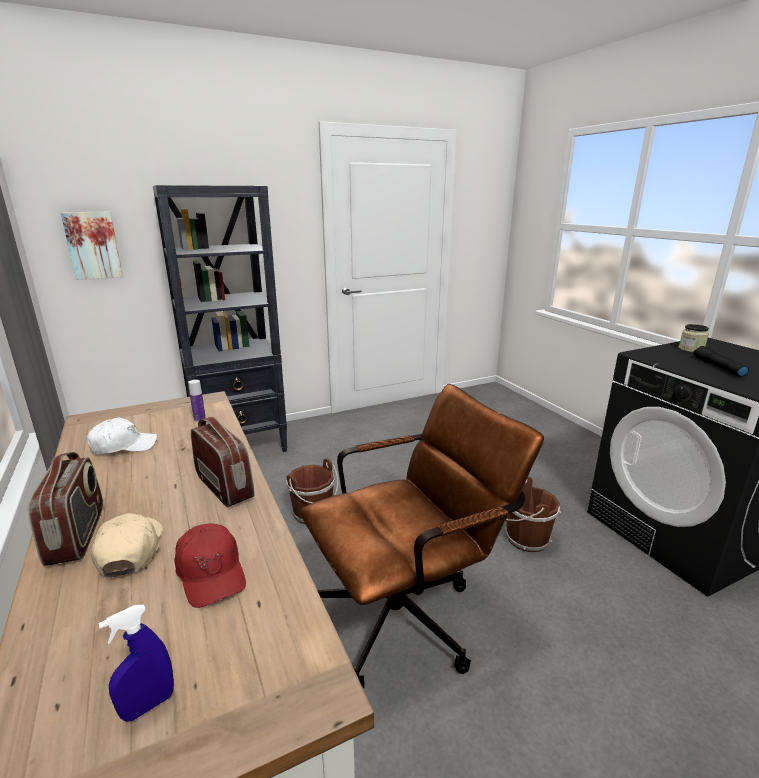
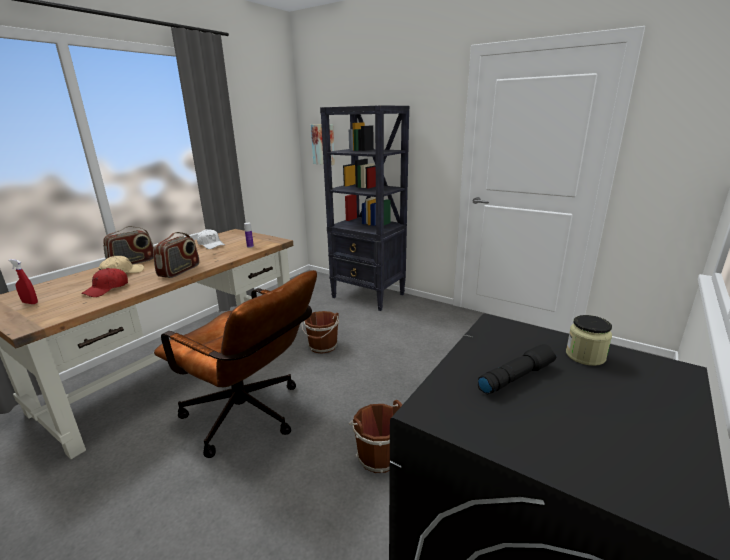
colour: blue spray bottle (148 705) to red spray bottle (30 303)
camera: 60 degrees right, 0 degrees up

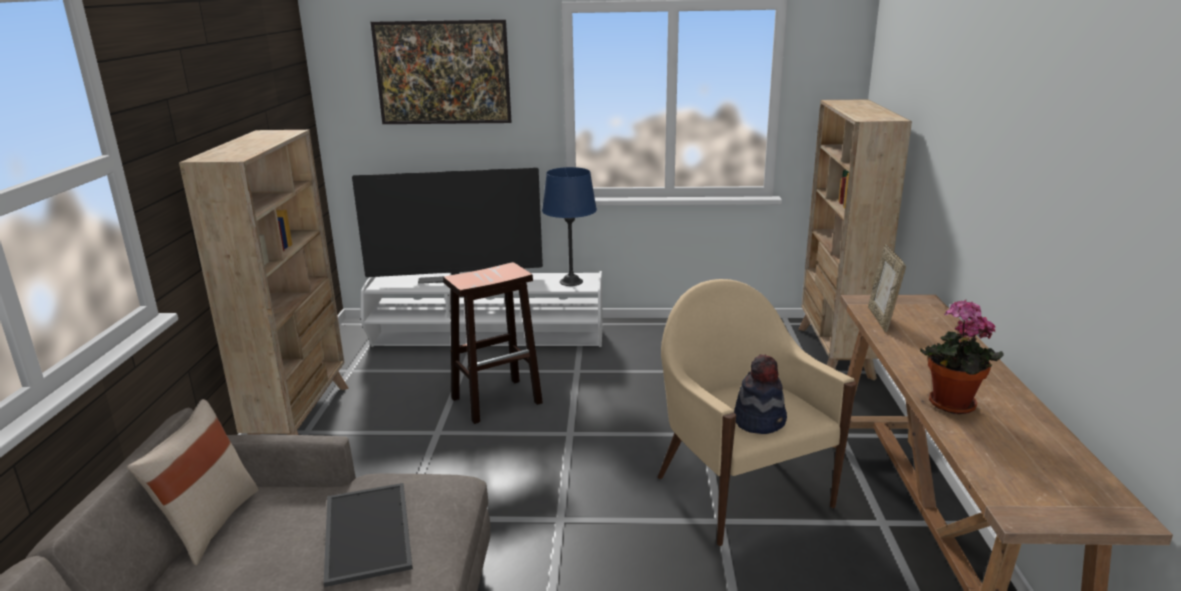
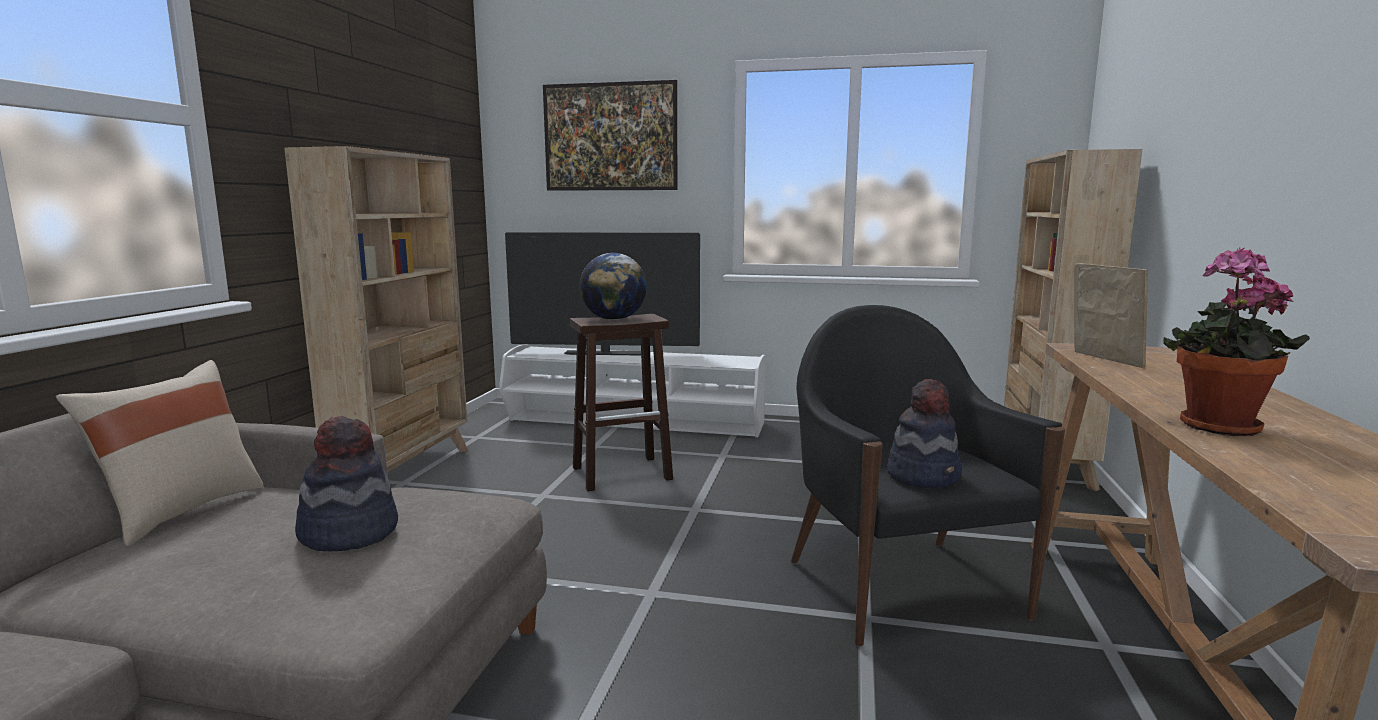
missing: blue table lamp (571 281)
appeared: globe (614 319)
exchanged: tray (365 531) to hat (349 533)
colour: beige armchair (741 490) to black armchair (901 586)
spun: picture frame (881 319) = (1103 360) 150 degrees clockwise
camera: 10 degrees right, 10 degrees down

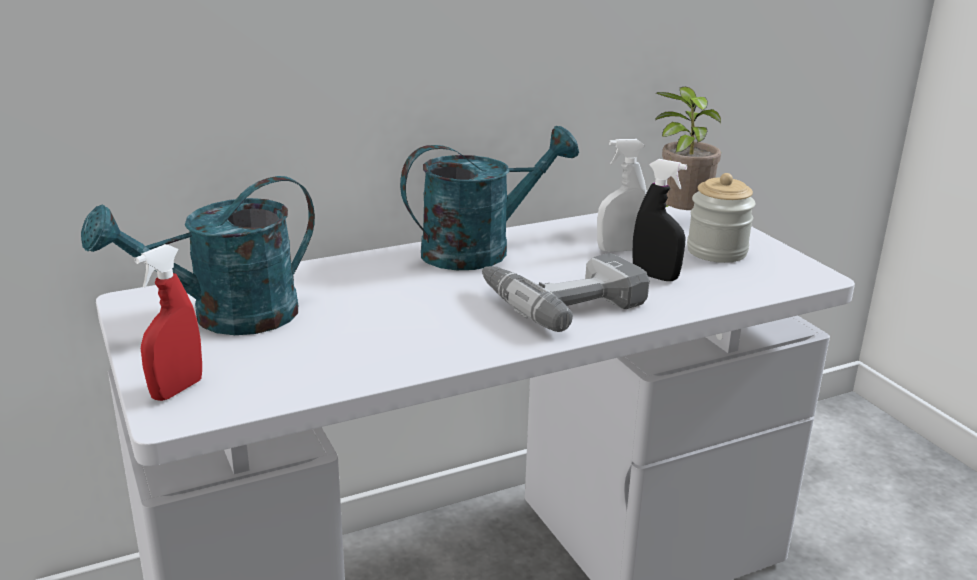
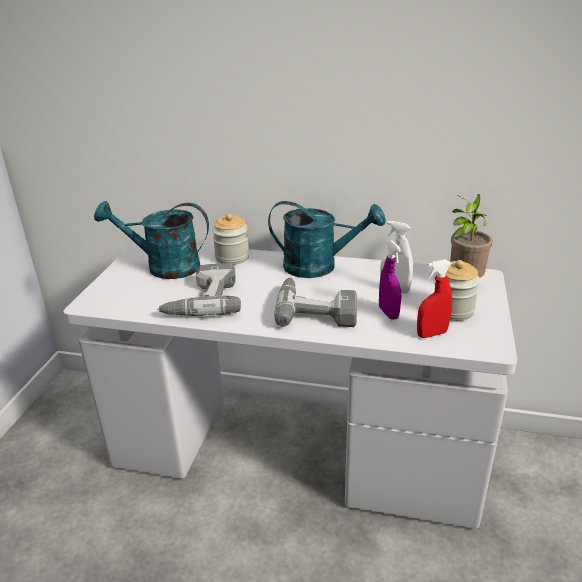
appeared: jar (232 257); power drill (202 300)
relocated: red spray bottle (177 390) to (432 334)
colour: black spray bottle (655 276) to purple spray bottle (388 313)
camera: 40 degrees right, 5 degrees up

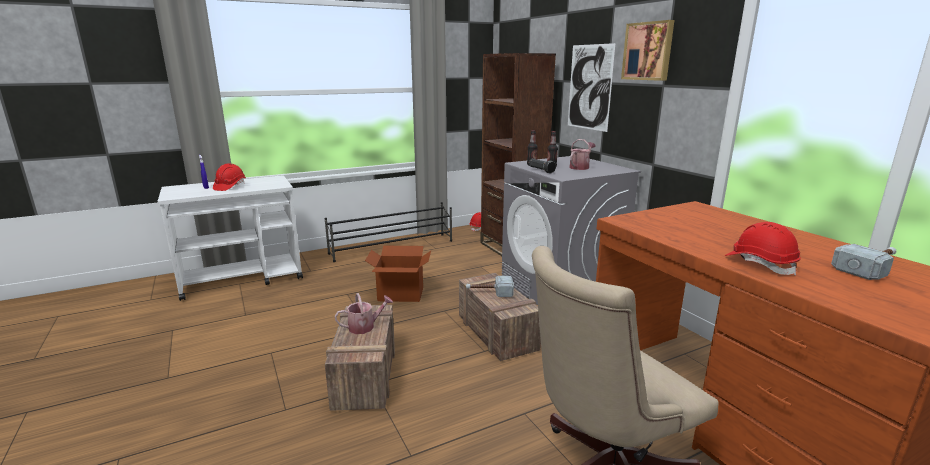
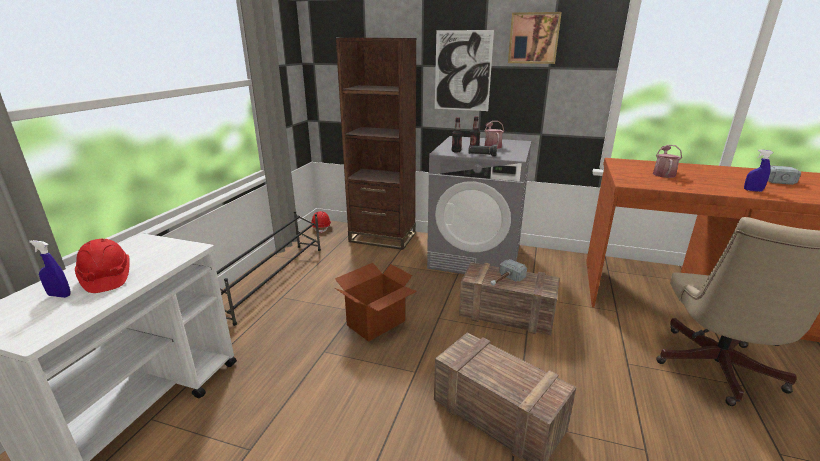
relocated: watering can (365 327) to (663 173)
exchanged: red hard hat (759 264) to blue spray bottle (752 190)
camera: 45 degrees left, 5 degrees up

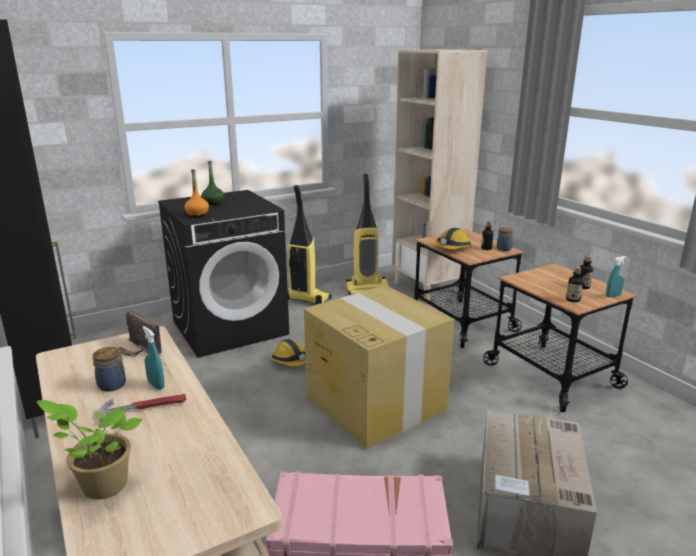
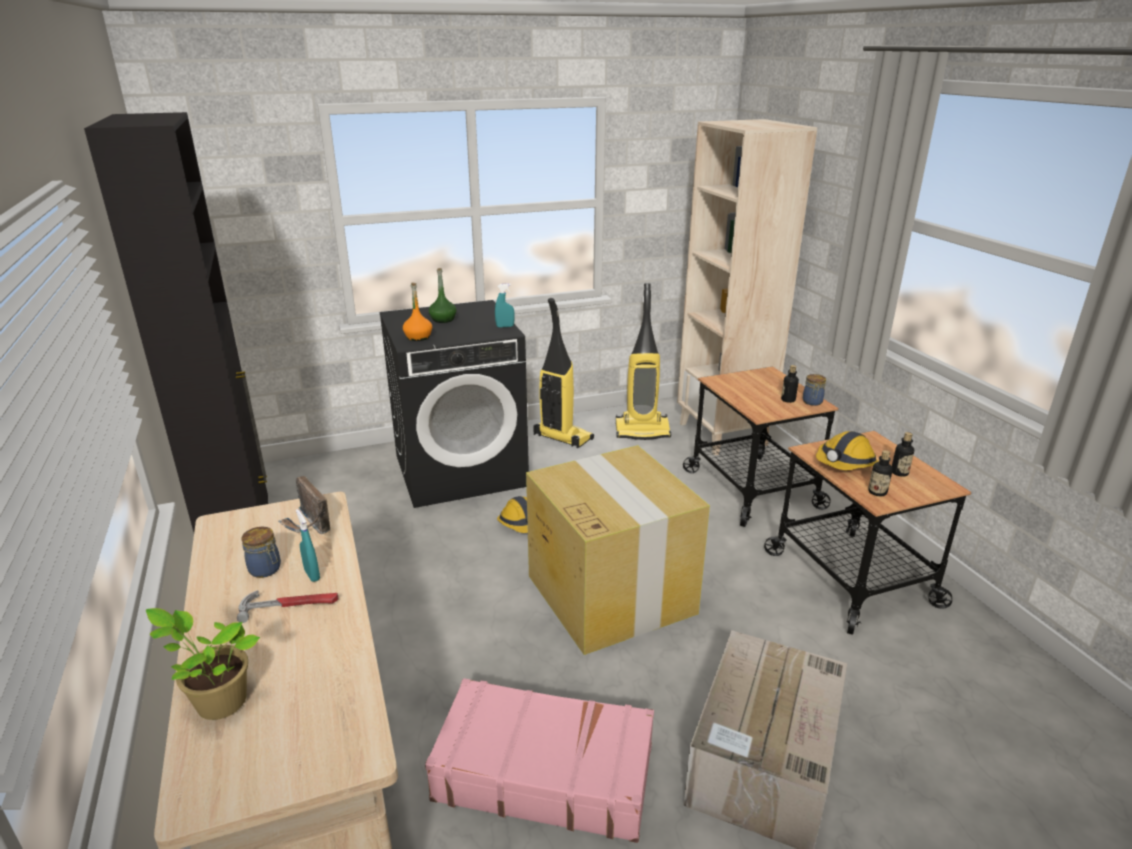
relocated: hard hat (452 248) to (845 463); turquoise spray bottle (613 296) to (505 326)
camera: 10 degrees right, 5 degrees up

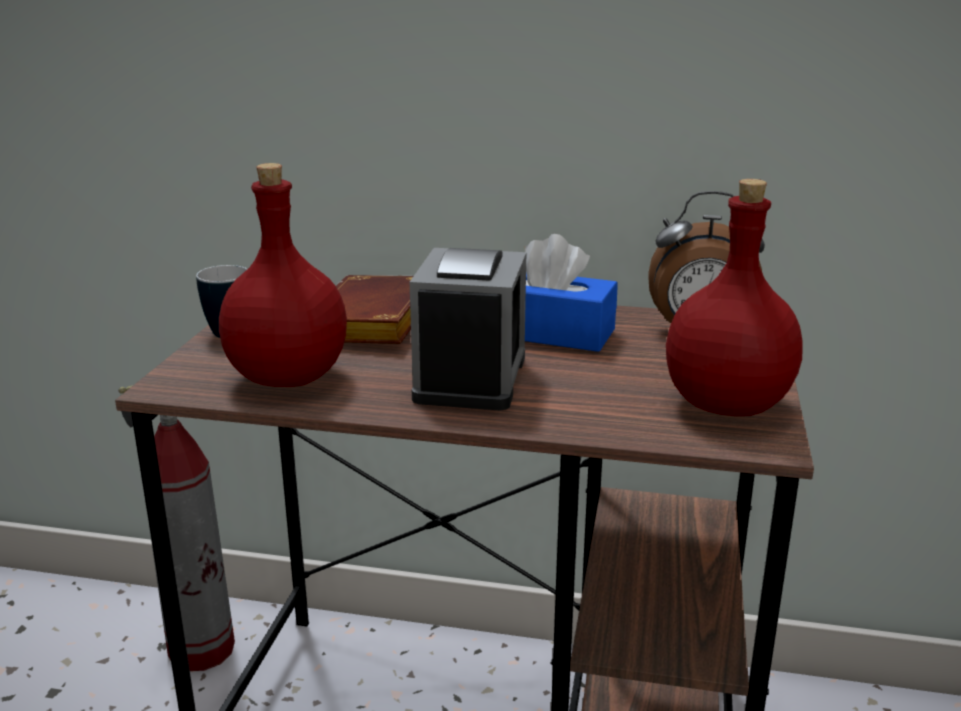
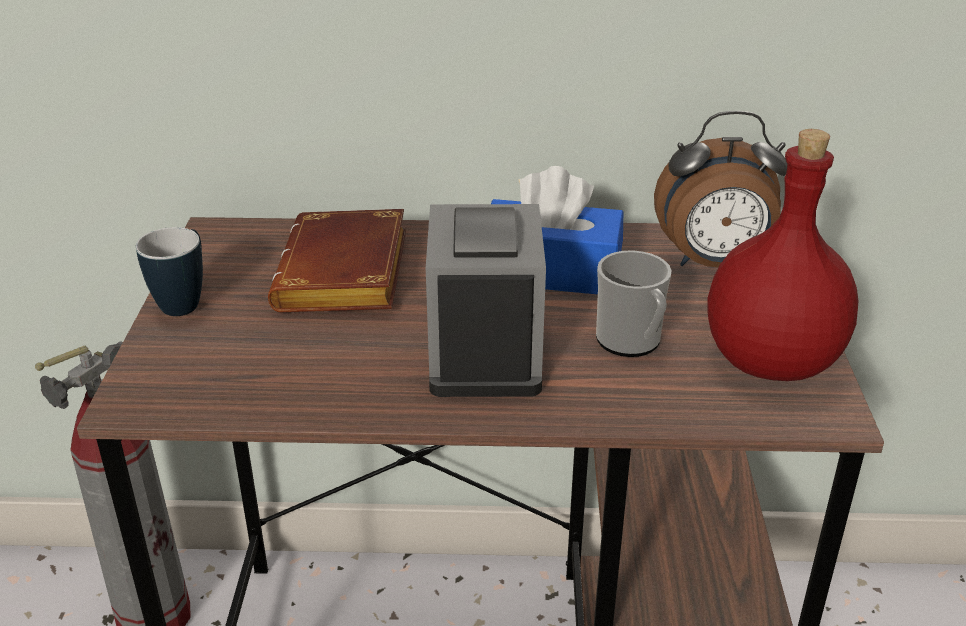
missing: red bottle (286 377)
appeared: mug (632 343)
camera: 10 degrees left, 10 degrees up

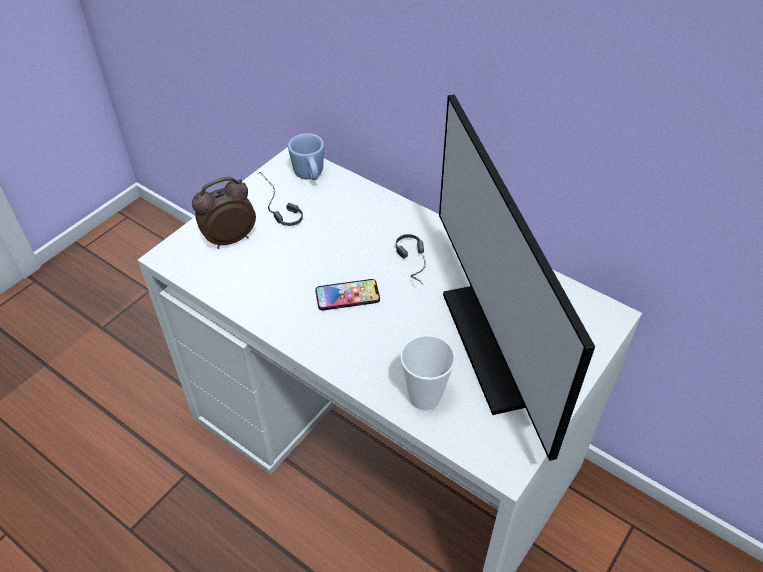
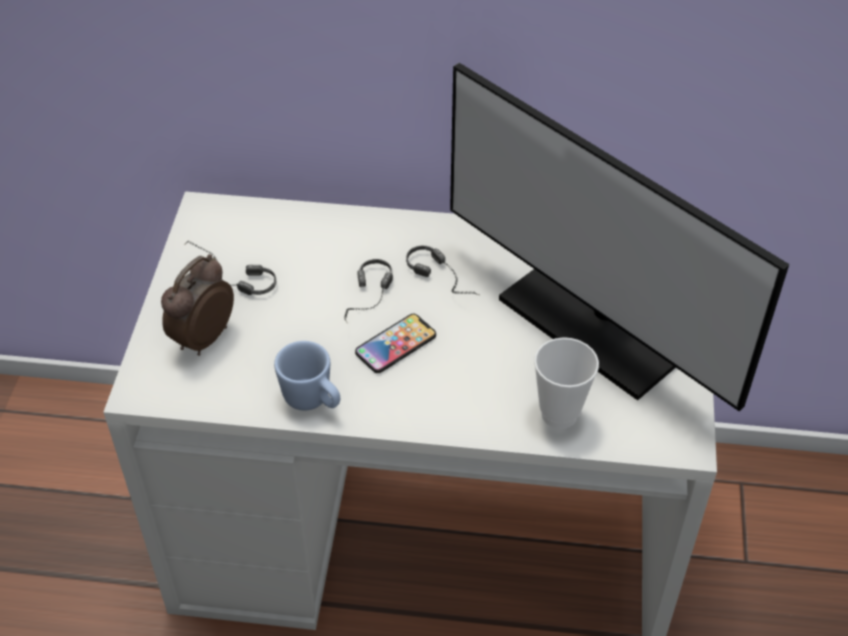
appeared: headphones (369 301)
relocated: blue mug (310 176) to (313 401)
camera: 30 degrees left, 0 degrees up

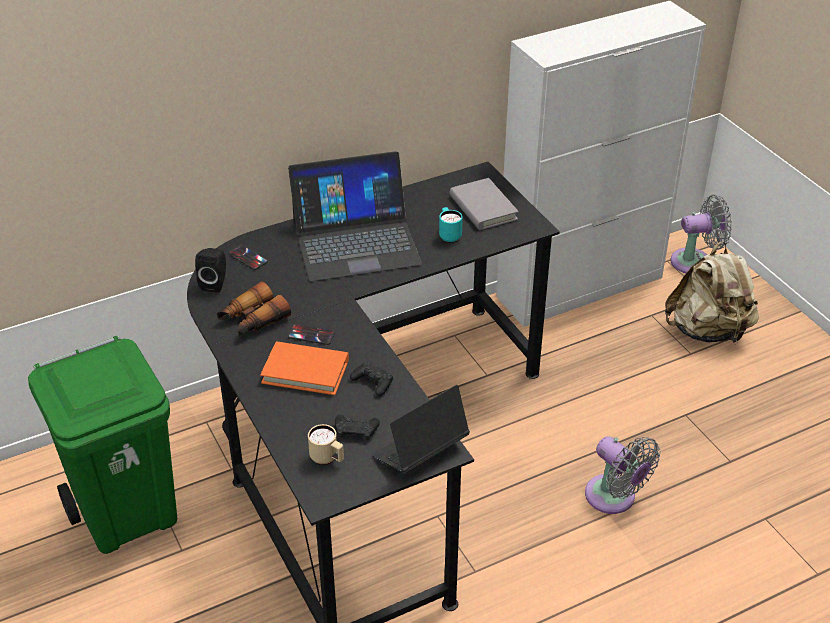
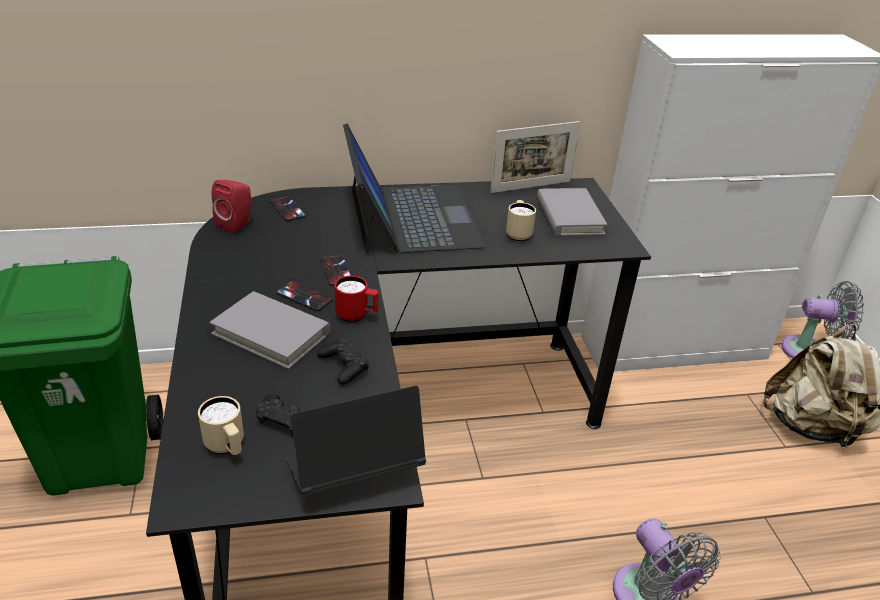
missing: binoculars (252 320)
appeared: picture frame (530 187); phone (336 270); red mug (357 316)
colour: turquoise mug (449 235) to beige mug (518 233); black speaker (215 283) to red speaker (237 224); orange book (305 371) to grey book (271 334)
spun: laptop (356 241) = (411 218) 105 degrees counterclockwise
camera: 15 degrees right, 5 degrees down

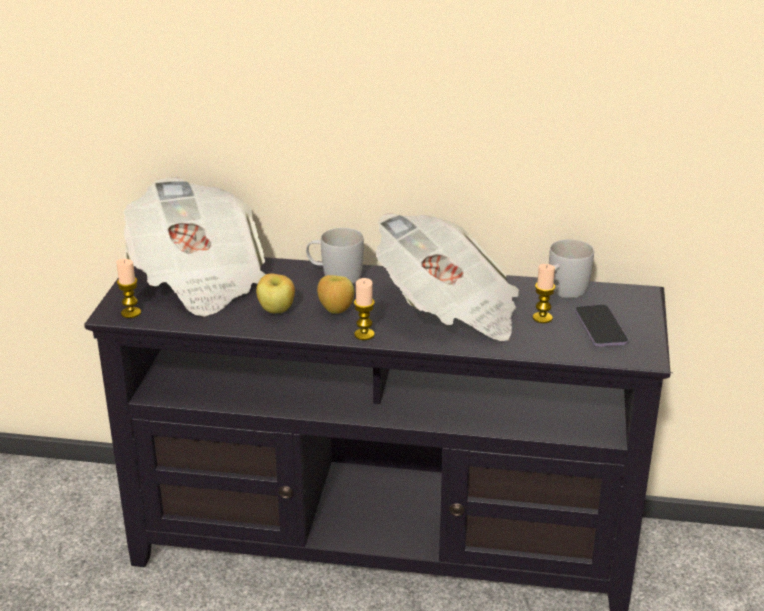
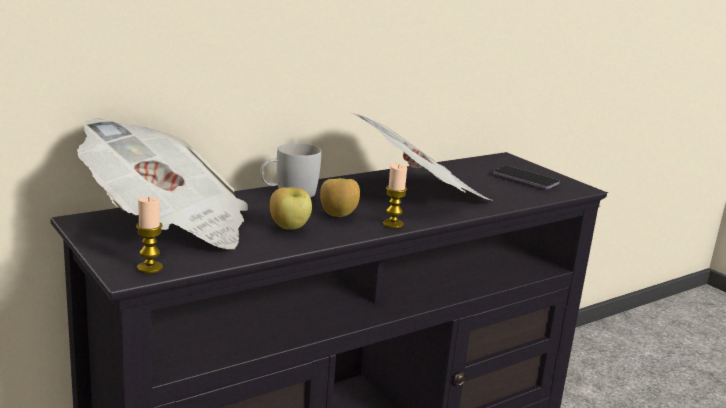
missing: white mug (563 293); candle (542 318)
camera: 45 degrees left, 10 degrees down

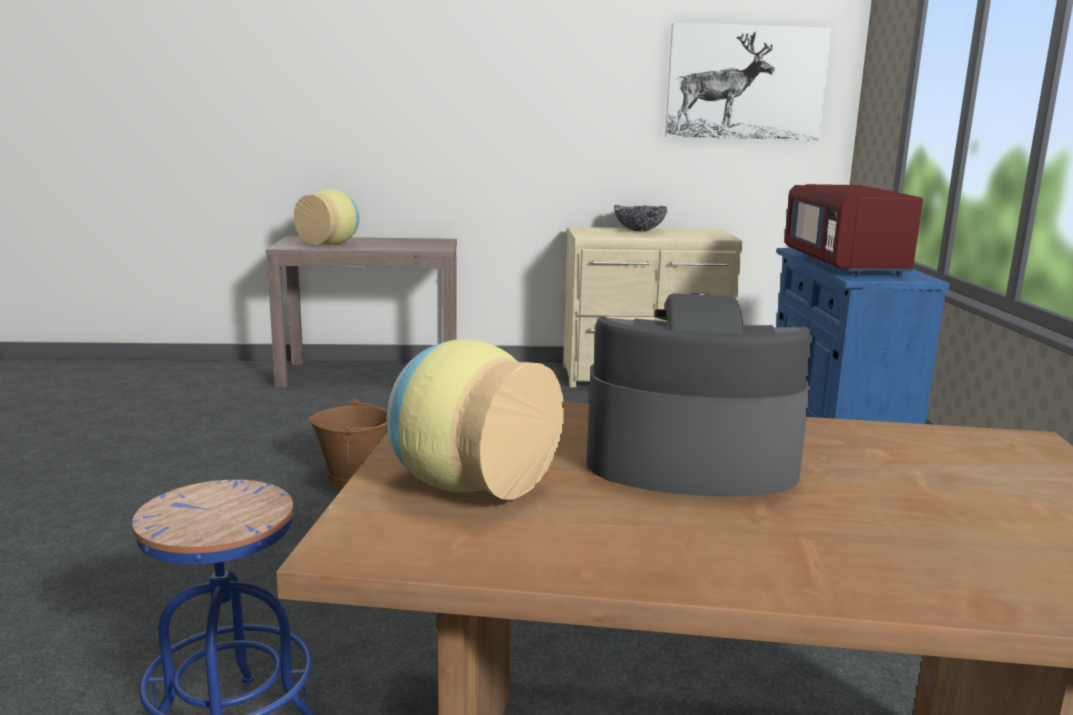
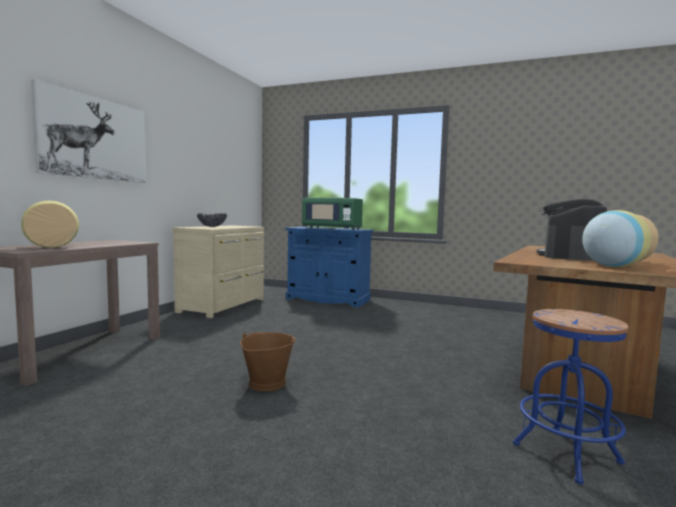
relocated: picture (746 83) to (95 138)
colour: red microwave (845 265) to green microwave (332 228)
camera: 65 degrees left, 10 degrees down

